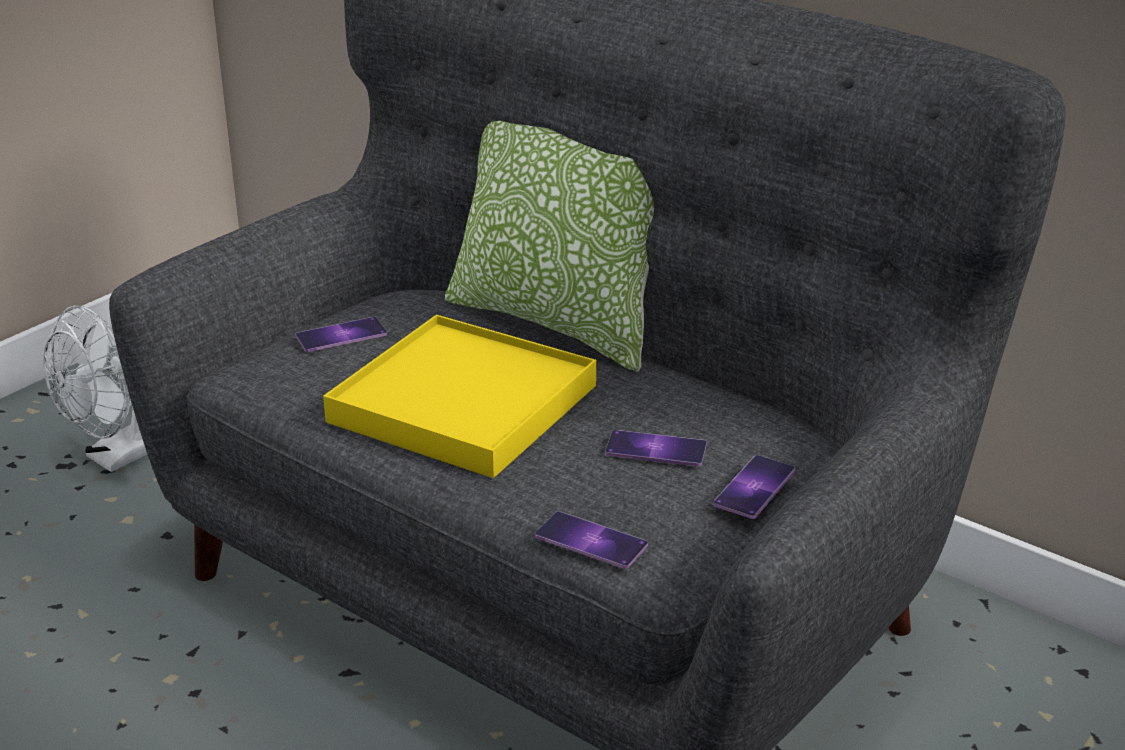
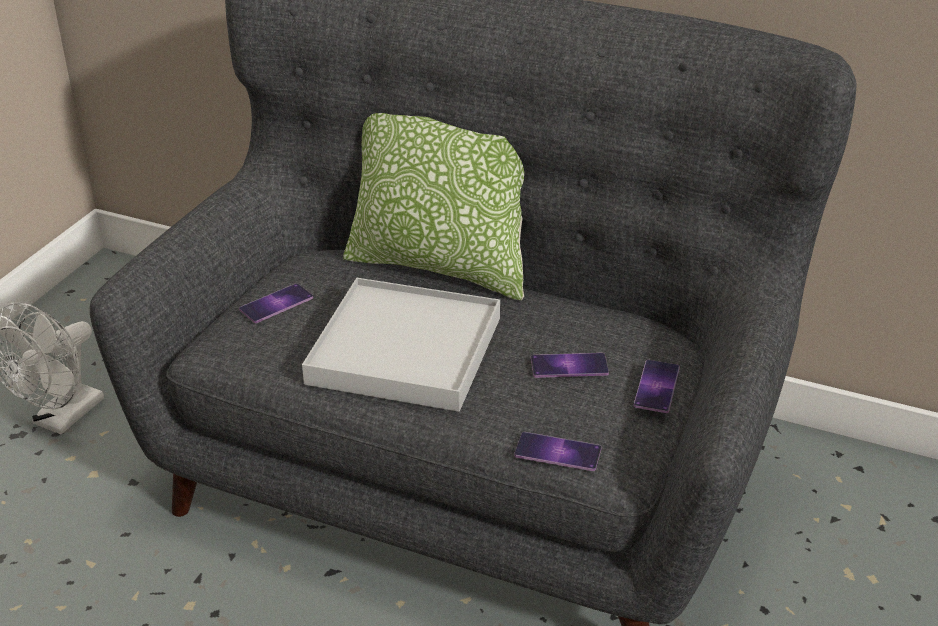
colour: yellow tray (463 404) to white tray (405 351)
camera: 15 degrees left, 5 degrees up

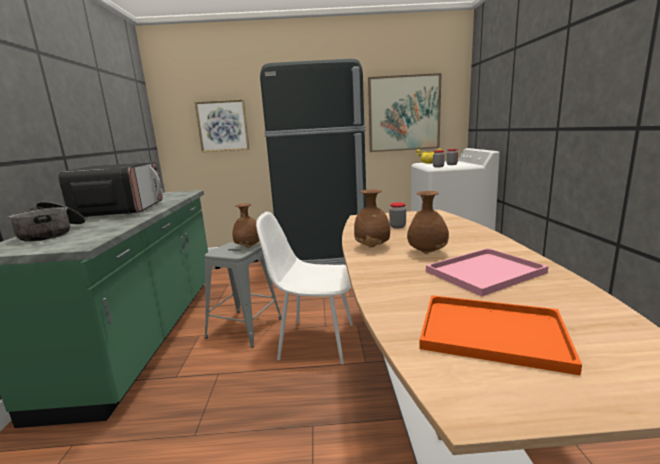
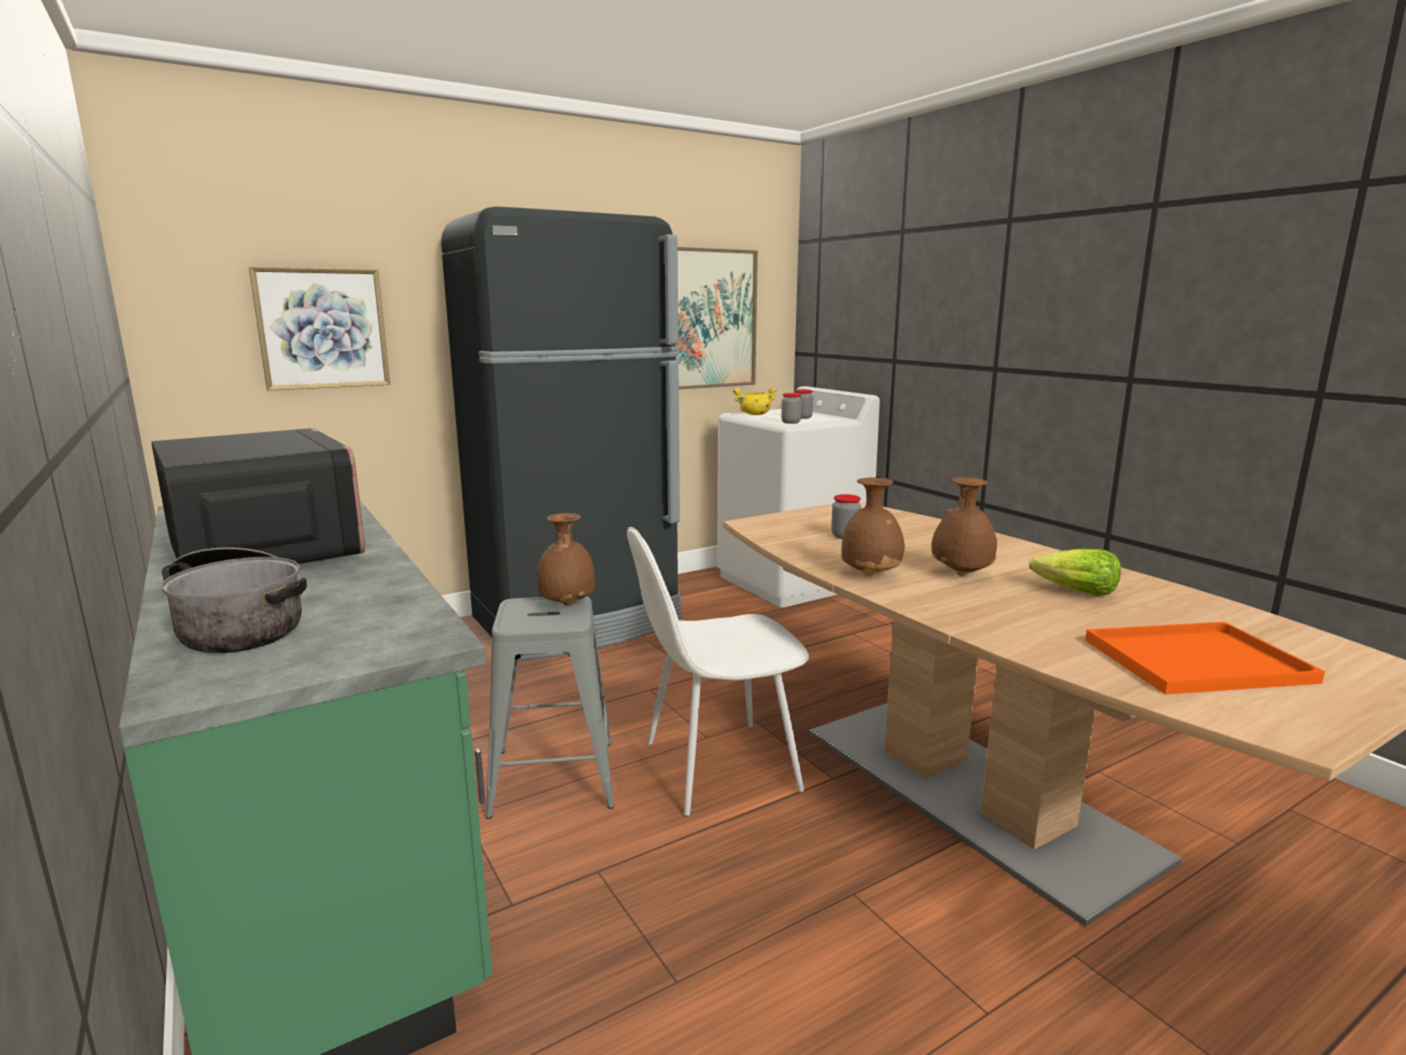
exchanged: pink tray (484 273) to lettuce (1075 592)
camera: 30 degrees left, 0 degrees up

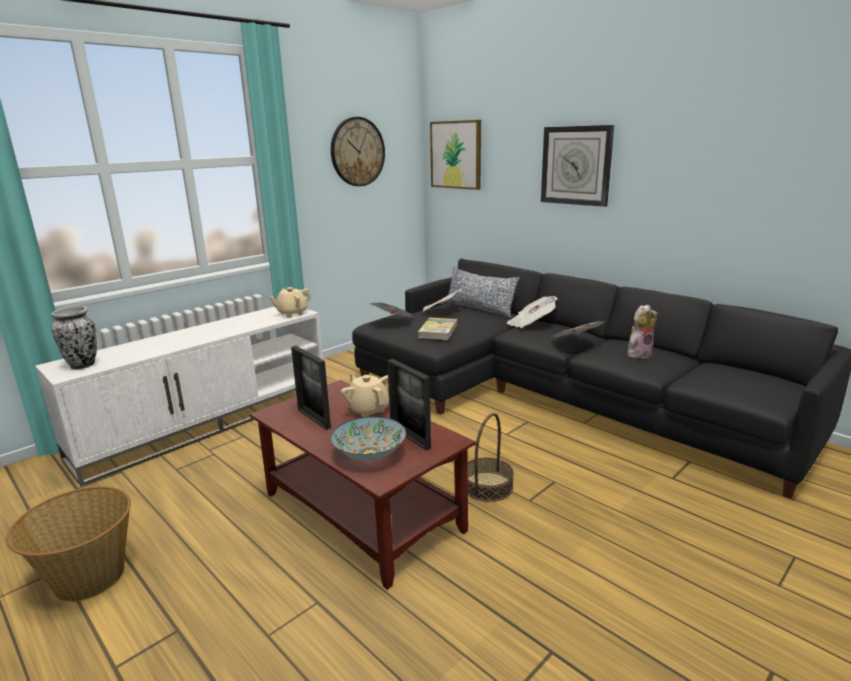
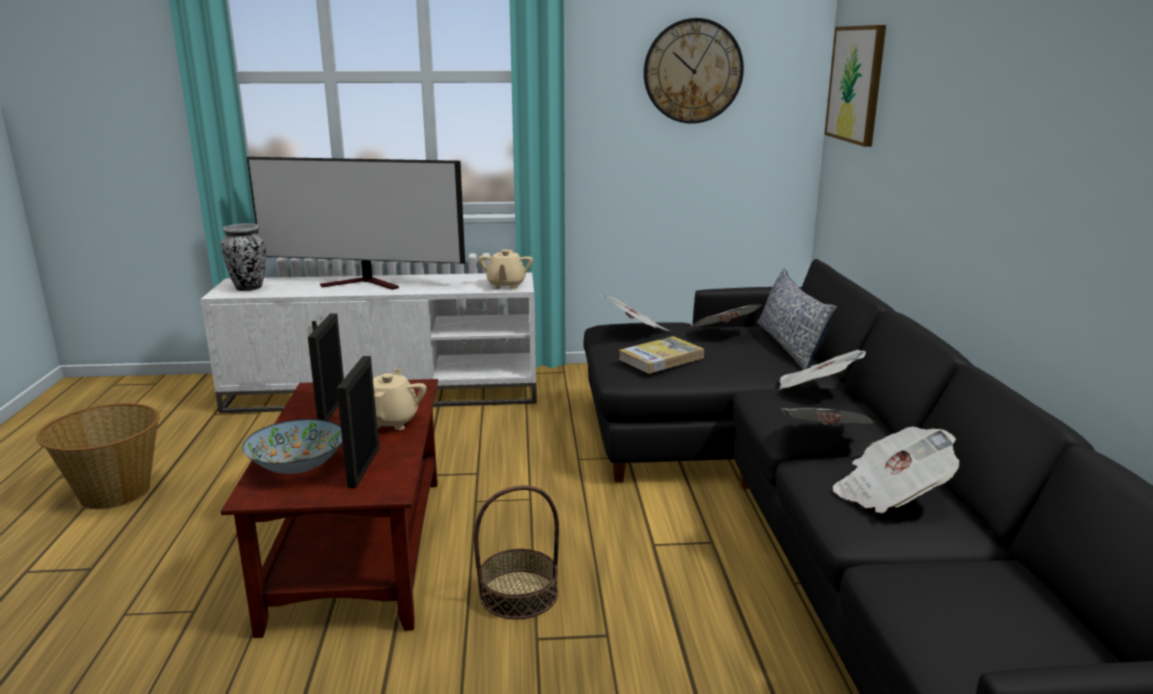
missing: wall clock (576 165)
appeared: television (366 284)
exchanged: plush toy (639 354) to newspaper (890 494)
spun: beige teapot (292 313) = (506 285) 90 degrees counterclockwise
camera: 40 degrees right, 0 degrees up

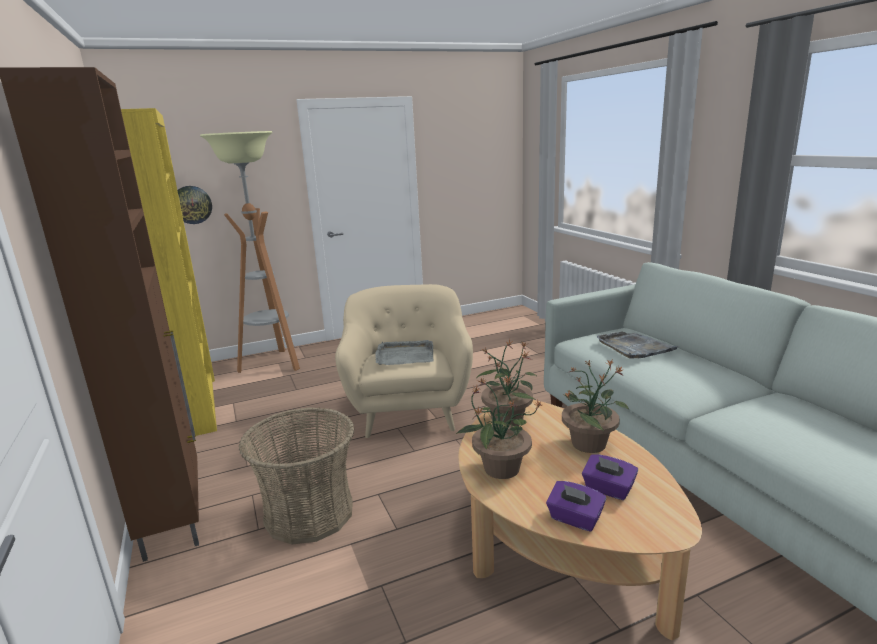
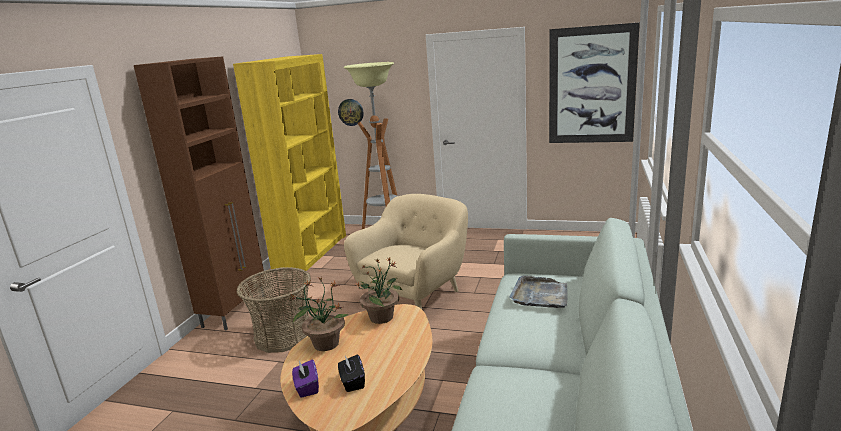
missing: grey tray (404 355); potted plant (589 443)
appeared: picture (591 86)
colour: purple tissue box (608 489) to black tissue box (352 382)
camera: 40 degrees right, 0 degrees up

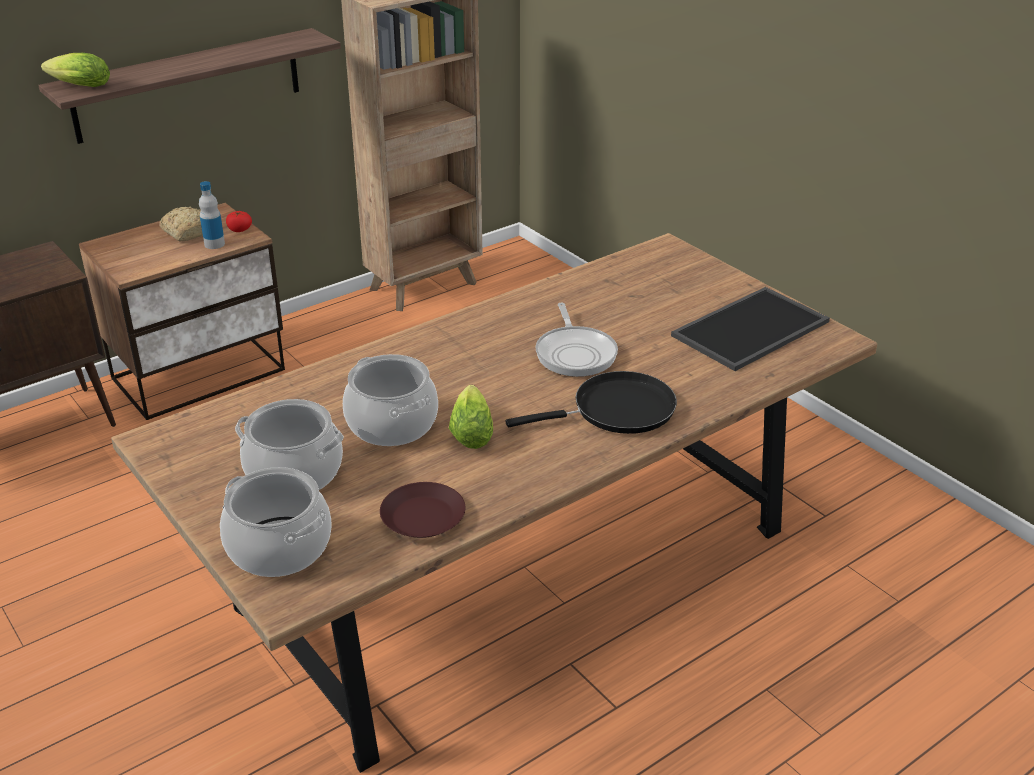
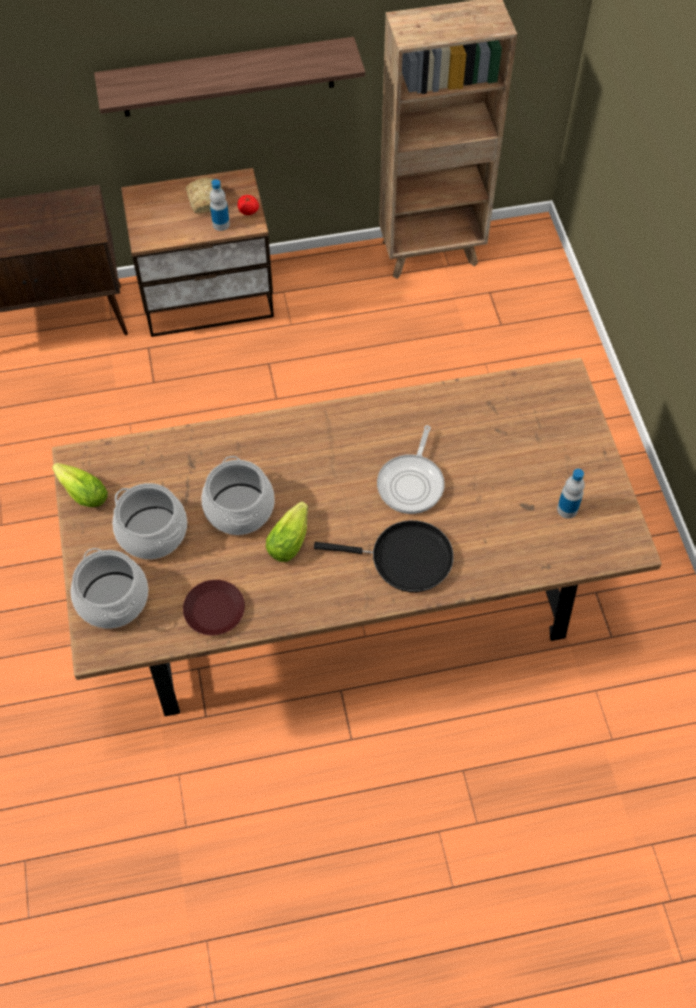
relocated: lettuce (77 86) to (81 491)
exchanged: tray (751 330) to bottle (567 509)
camera: 25 degrees right, 25 degrees up

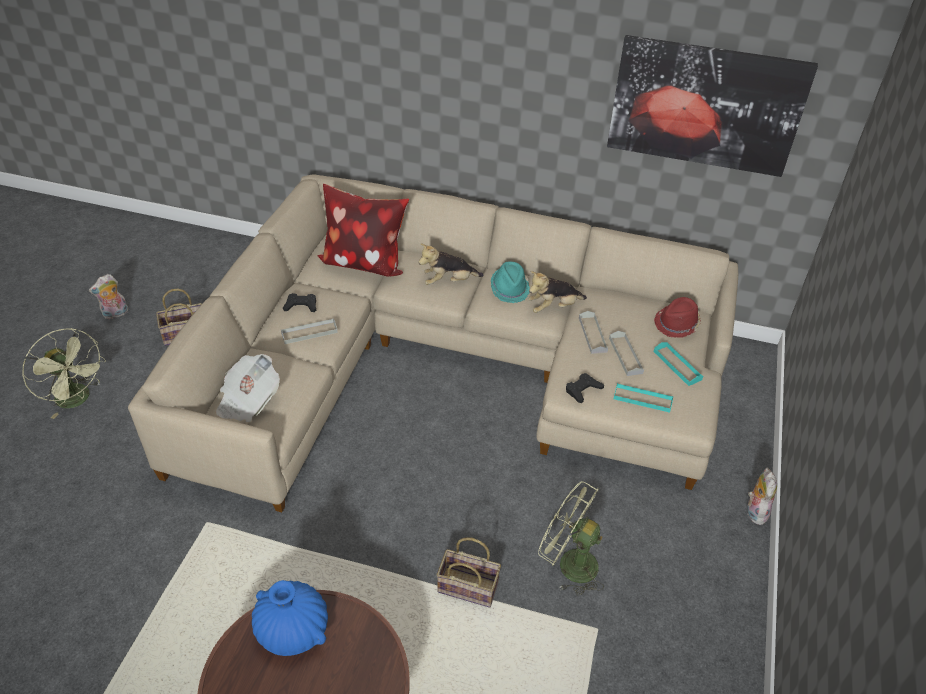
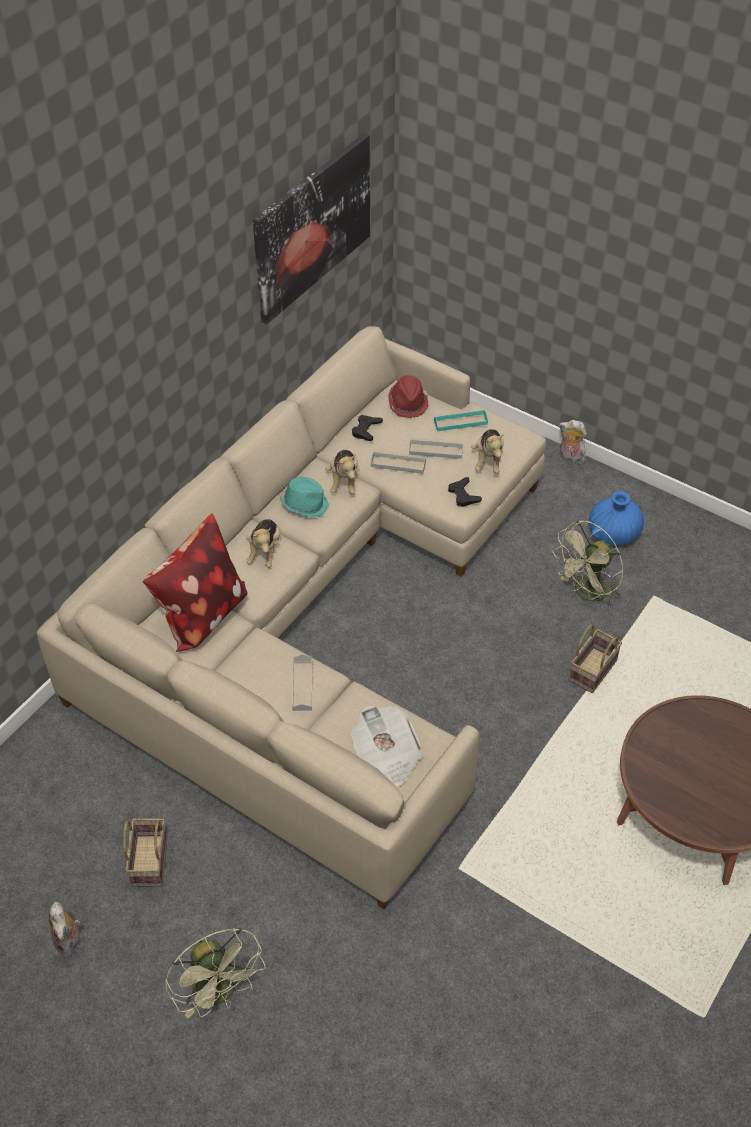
relocated: black game controller (301 306) to (366 430); blue vase (292 631) to (614 534)
exchanged: turquoise tray (642 399) to plush toy (488 460)
spun: green fan (78 400) = (220 992) 90 degrees clockwise
camera: 70 degrees left, 5 degrees up

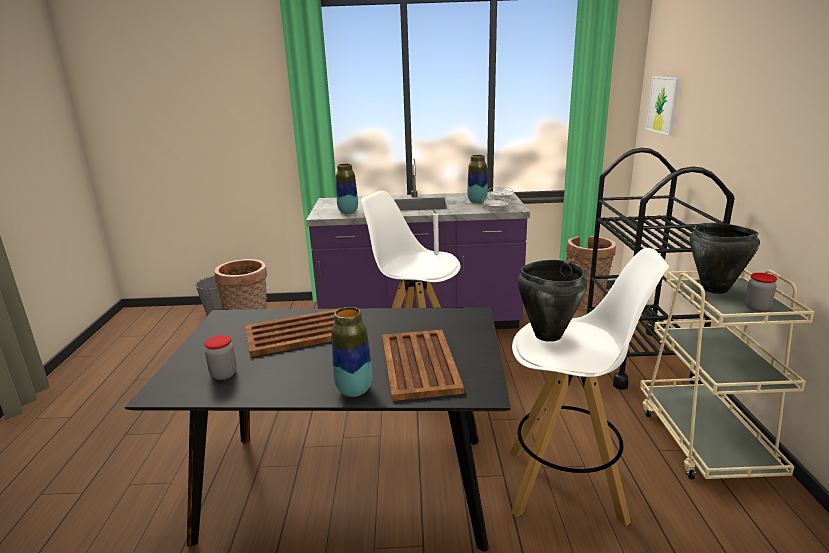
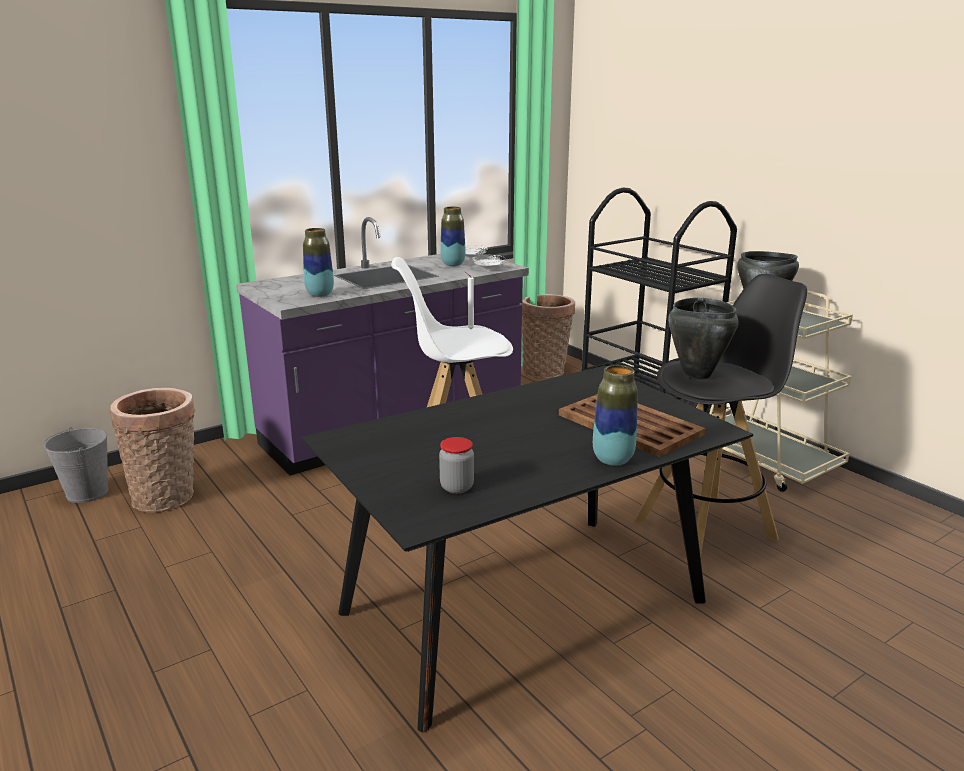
missing: picture (663 105); jar (756 308); brown tray (301 333)
colour: white stool (567 485) to black stool (707 529)
camera: 35 degrees left, 0 degrees up

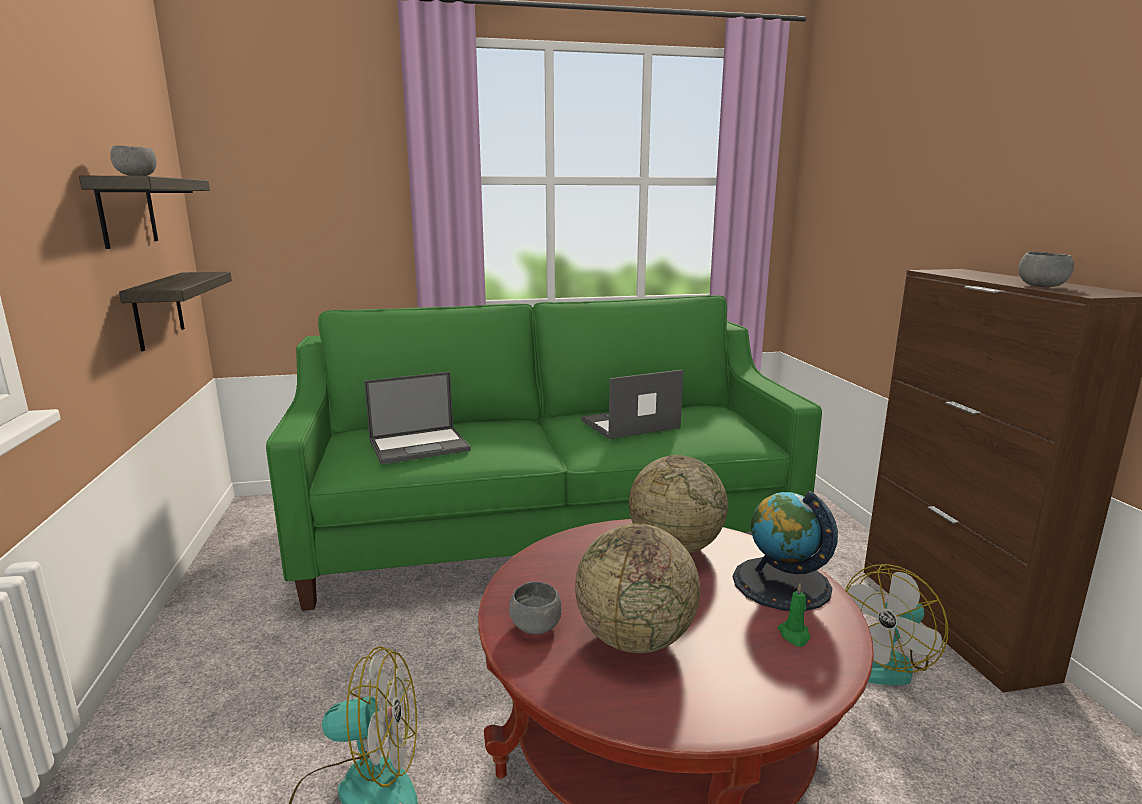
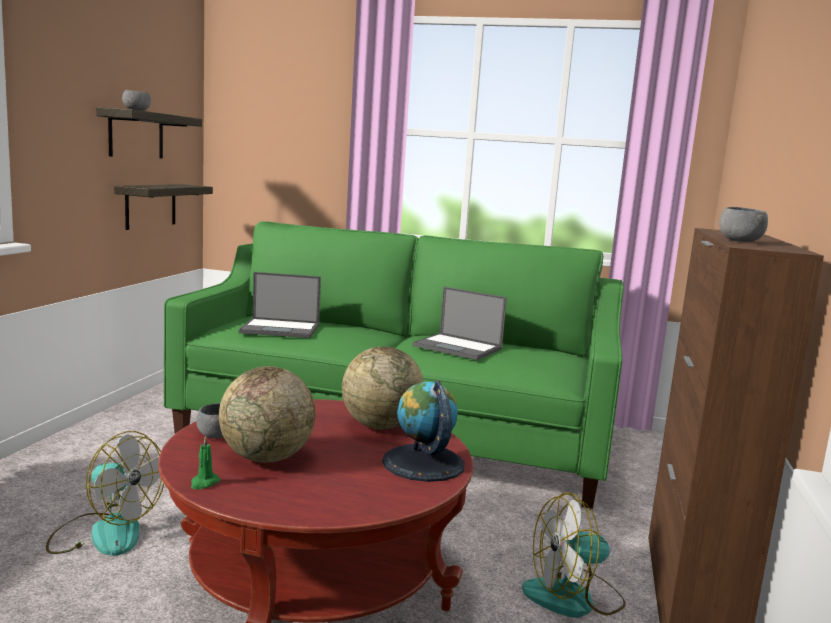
relocated: green candle (794 635) to (204 483)
spun: laptop (629 424) = (458 347) 150 degrees counterclockwise
camera: 25 degrees right, 5 degrees down

